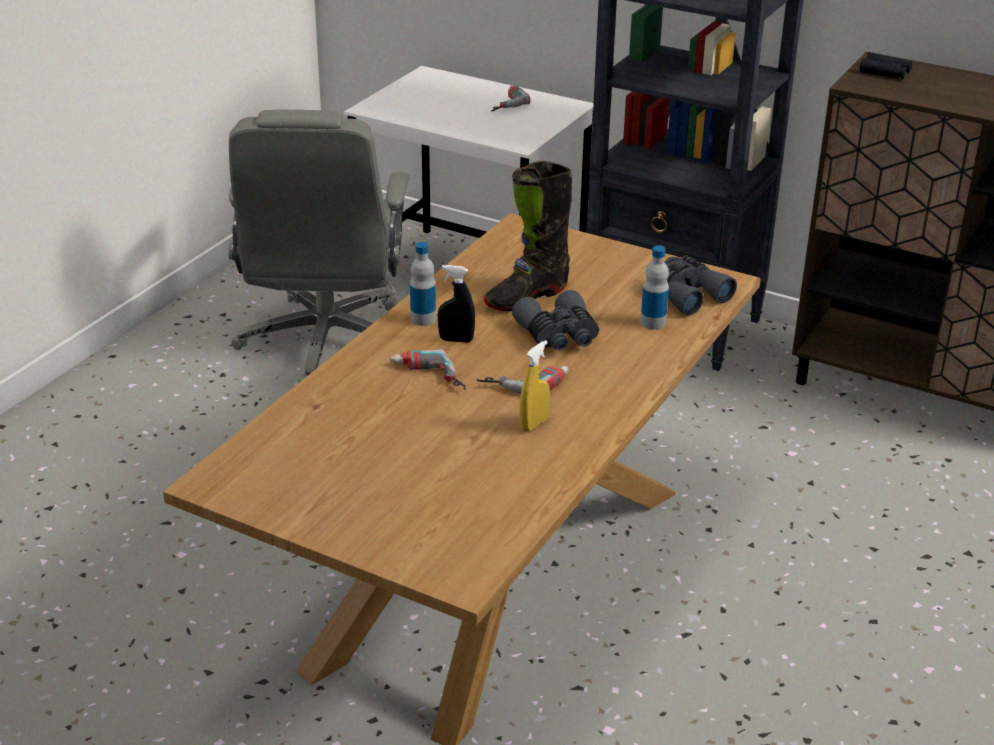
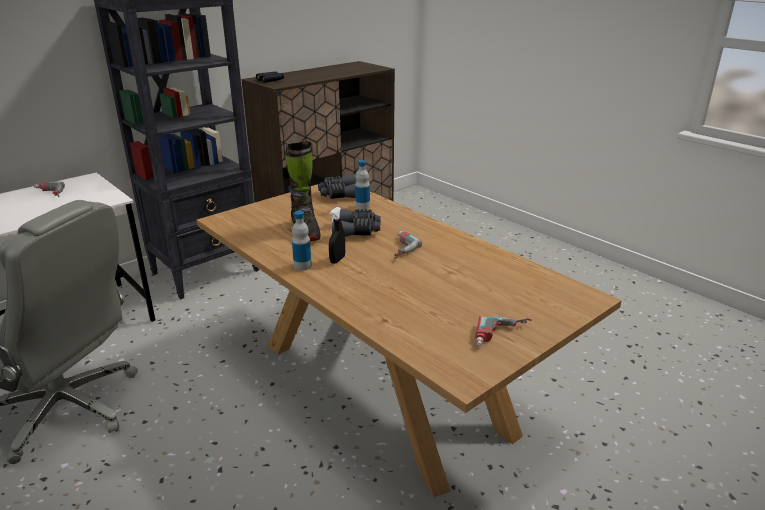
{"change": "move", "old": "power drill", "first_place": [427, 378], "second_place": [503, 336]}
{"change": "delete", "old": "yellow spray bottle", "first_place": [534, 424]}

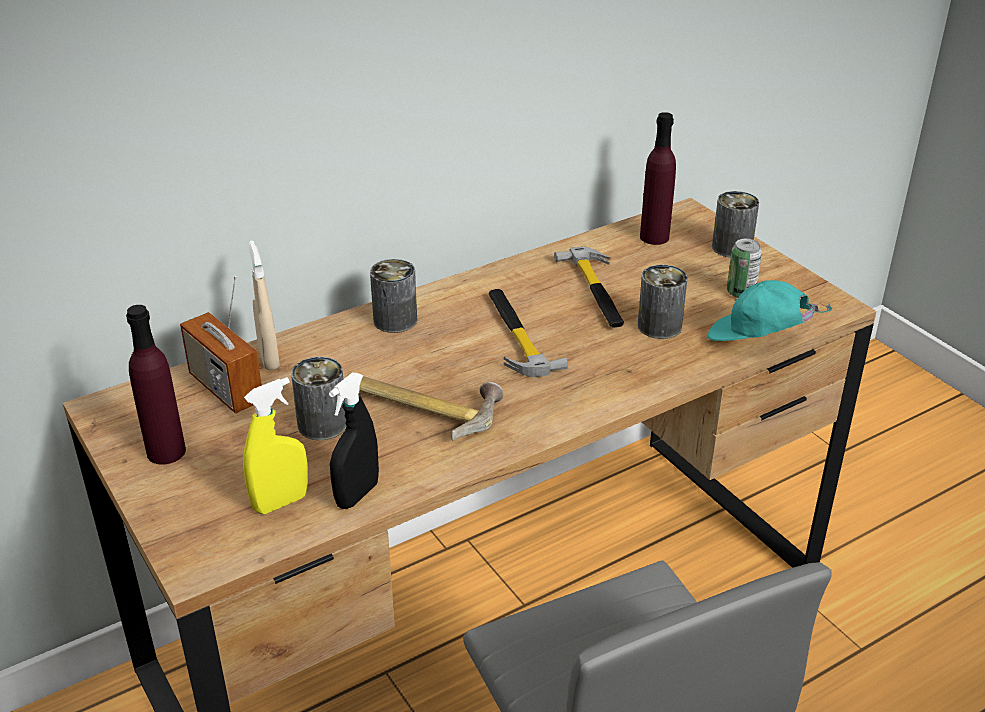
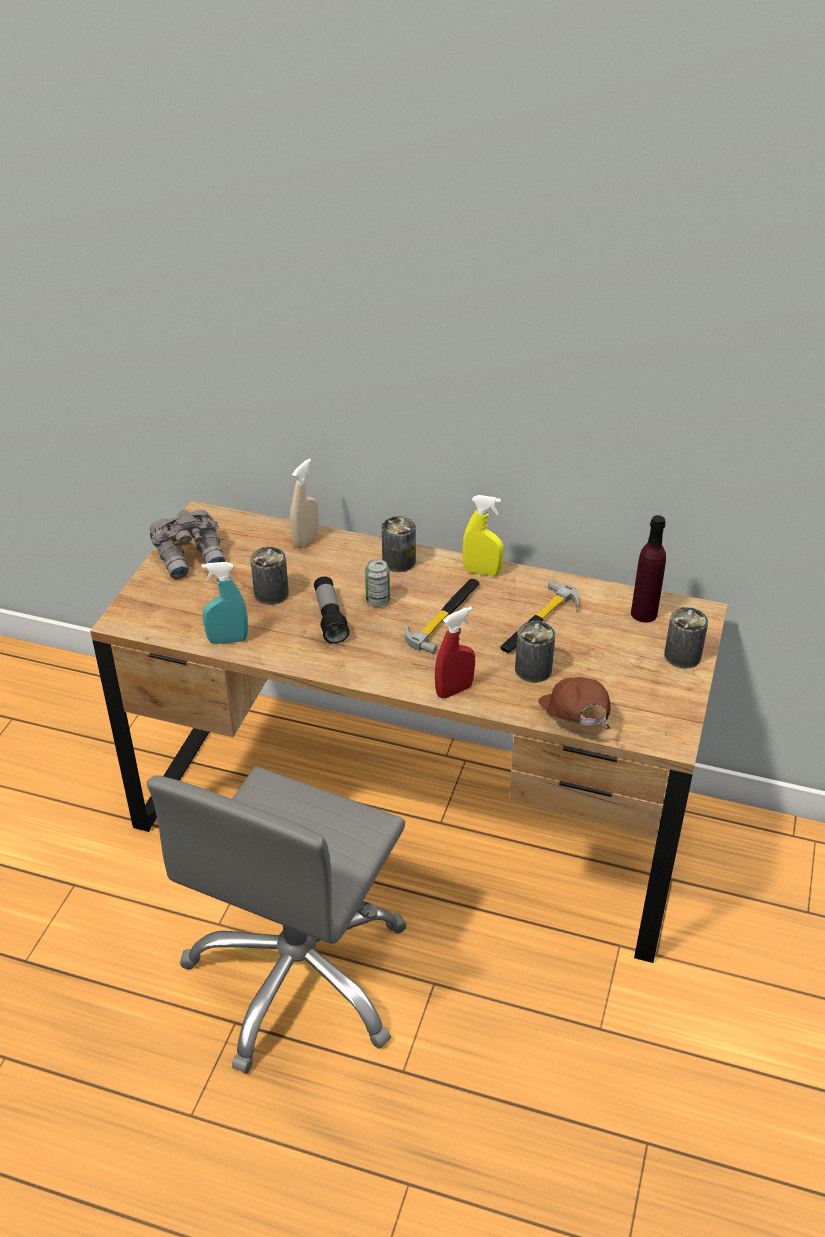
{"change": "replace", "old": "purple bottle", "new": "grey binoculars", "first_place": [166, 452], "second_place": [190, 557]}
{"change": "recolor", "old": "black spray bottle", "new": "turquoise spray bottle", "first_place": [357, 495], "second_place": [228, 640]}
{"change": "replace", "old": "hammer", "new": "flashlight", "first_place": [421, 405], "second_place": [330, 618]}
{"change": "move", "old": "can", "first_place": [740, 292], "second_place": [377, 601]}
{"change": "insert", "new": "red spray bottle", "second_place": [454, 690]}
{"change": "move", "old": "yellow spray bottle", "first_place": [281, 502], "second_place": [482, 572]}
{"change": "recolor", "old": "turquoise cap", "new": "brown cap", "first_place": [757, 341], "second_place": [574, 722]}
{"change": "delete", "old": "radio", "first_place": [226, 388]}

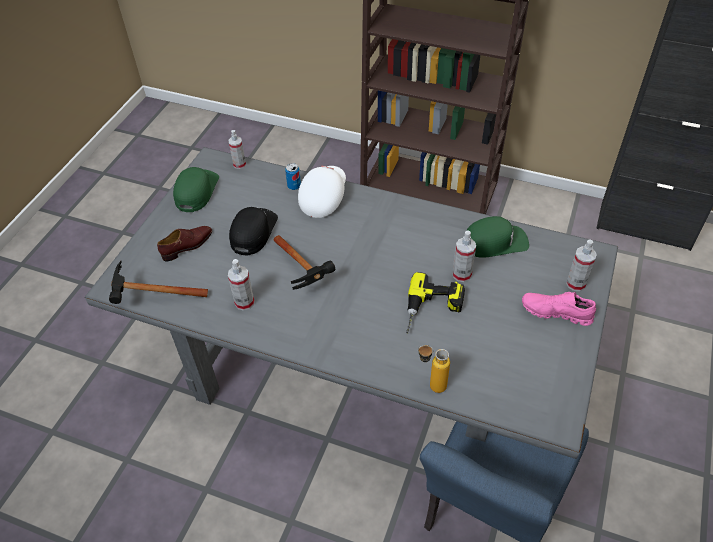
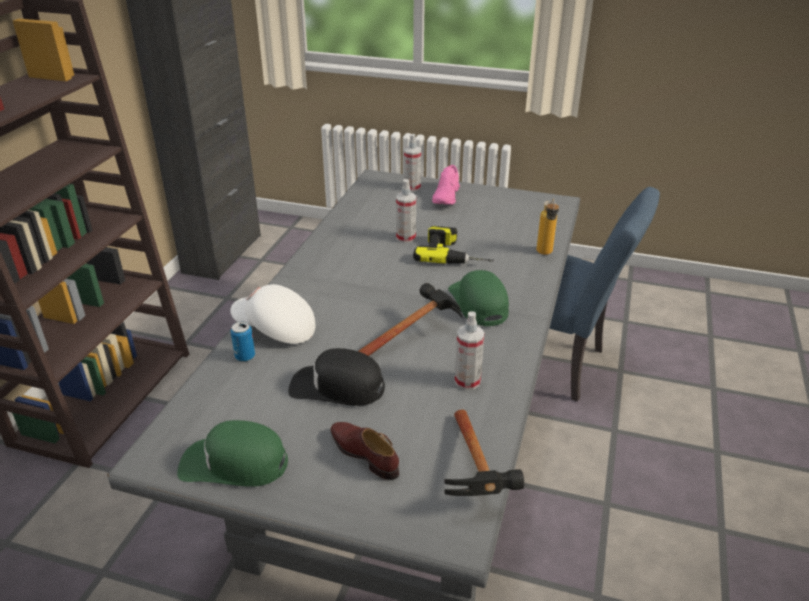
{"change": "move", "old": "green cap", "first_place": [495, 242], "second_place": [478, 303]}
{"change": "delete", "old": "spray bottle", "first_place": [239, 164]}

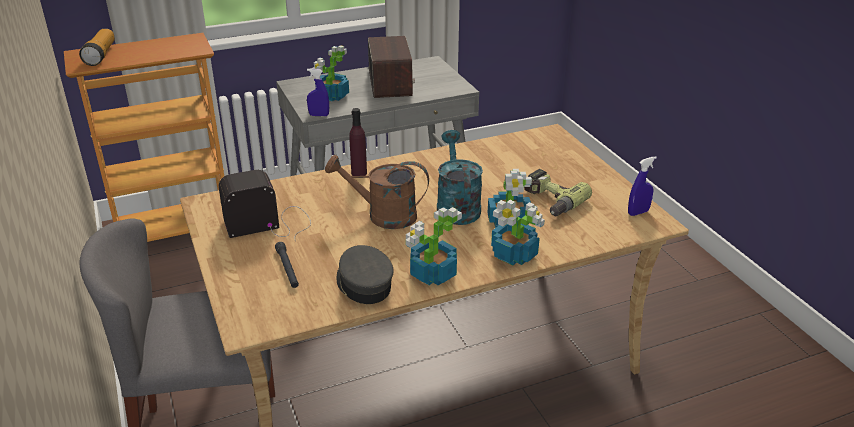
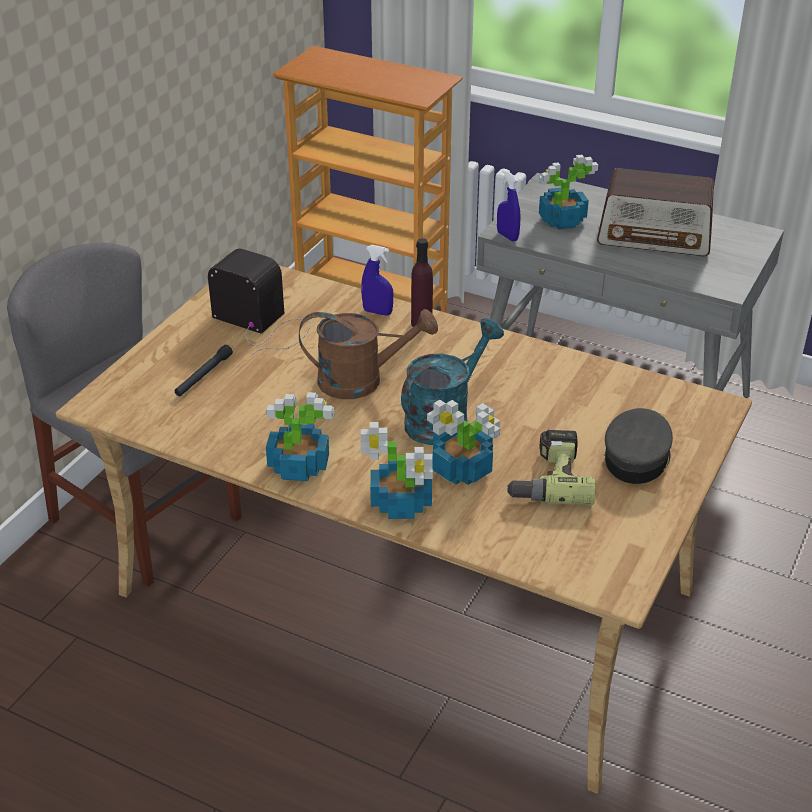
{"change": "rotate", "old": "brown watering can", "first_place": [383, 216], "second_place": [362, 381], "degrees": 120}
{"change": "move", "old": "blue spray bottle", "first_place": [638, 212], "second_place": [377, 312]}
{"change": "rotate", "old": "radio", "first_place": [390, 82], "second_place": [655, 236], "degrees": 60}
{"change": "move", "old": "grey cap", "first_place": [363, 284], "second_place": [637, 458]}
{"change": "delete", "old": "flashlight", "first_place": [101, 55]}

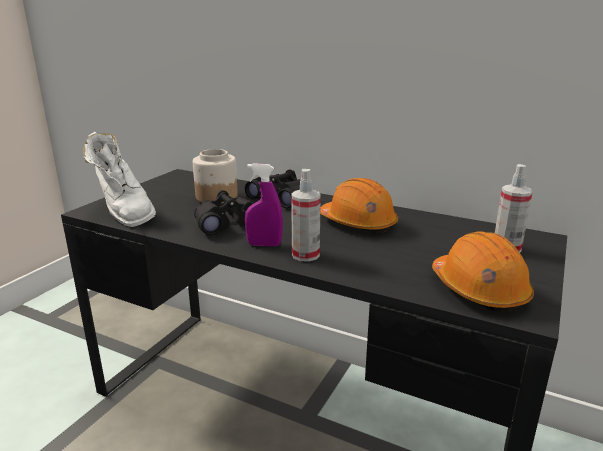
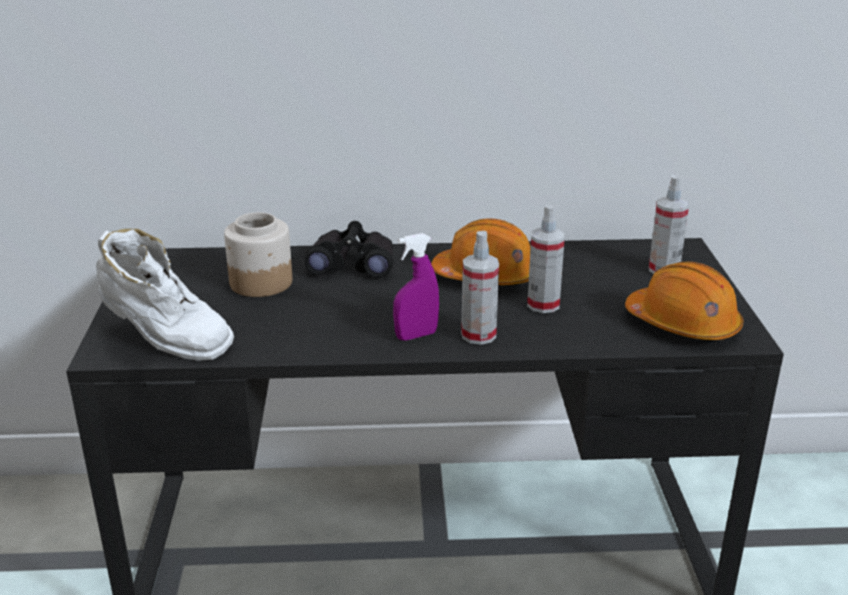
{"change": "insert", "new": "spray bottle", "second_place": [543, 305]}
{"change": "delete", "old": "black binoculars", "first_place": [228, 224]}

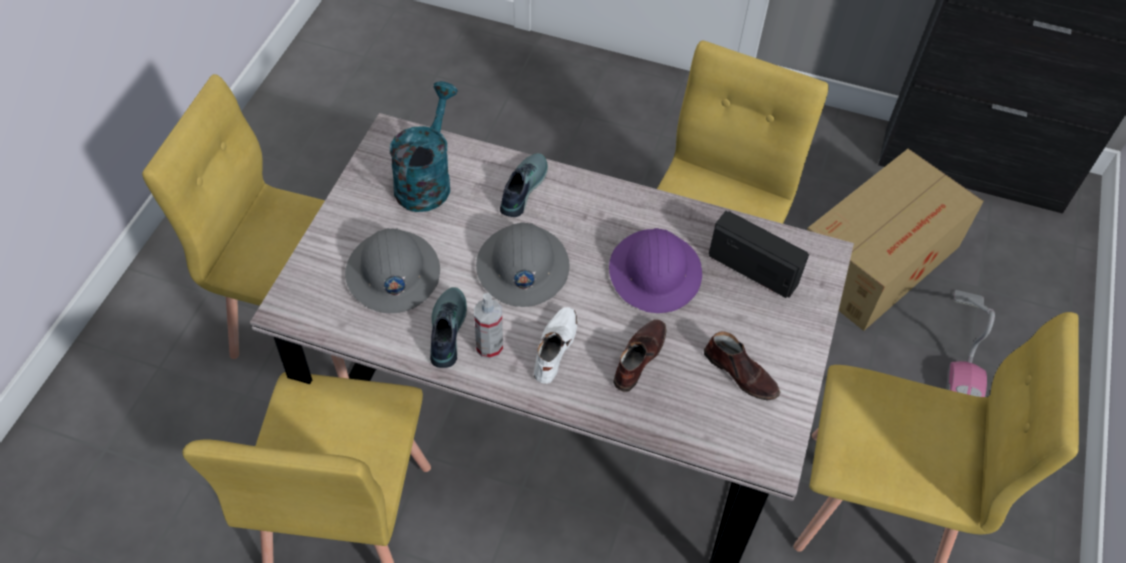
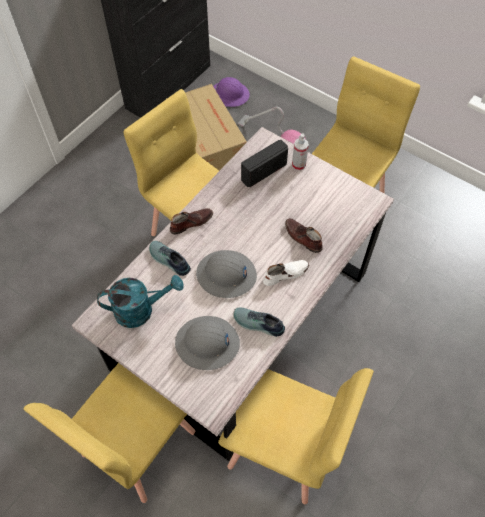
{"change": "rotate", "old": "turquoise watering can", "first_place": [426, 179], "second_place": [141, 309], "degrees": 135}
{"change": "move", "old": "brown shoe", "first_place": [741, 373], "second_place": [191, 222]}
{"change": "move", "old": "purple hard hat", "first_place": [655, 272], "second_place": [229, 94]}
{"change": "rotate", "old": "white shoe", "first_place": [554, 348], "second_place": [285, 274], "degrees": 120}
{"change": "move", "old": "spray bottle", "first_place": [489, 347], "second_place": [298, 165]}

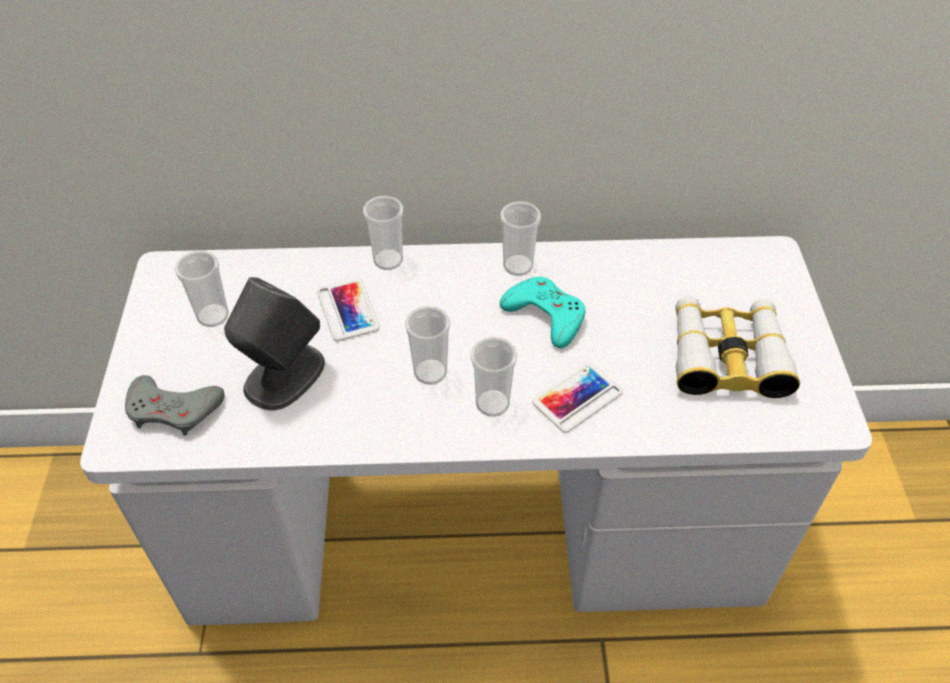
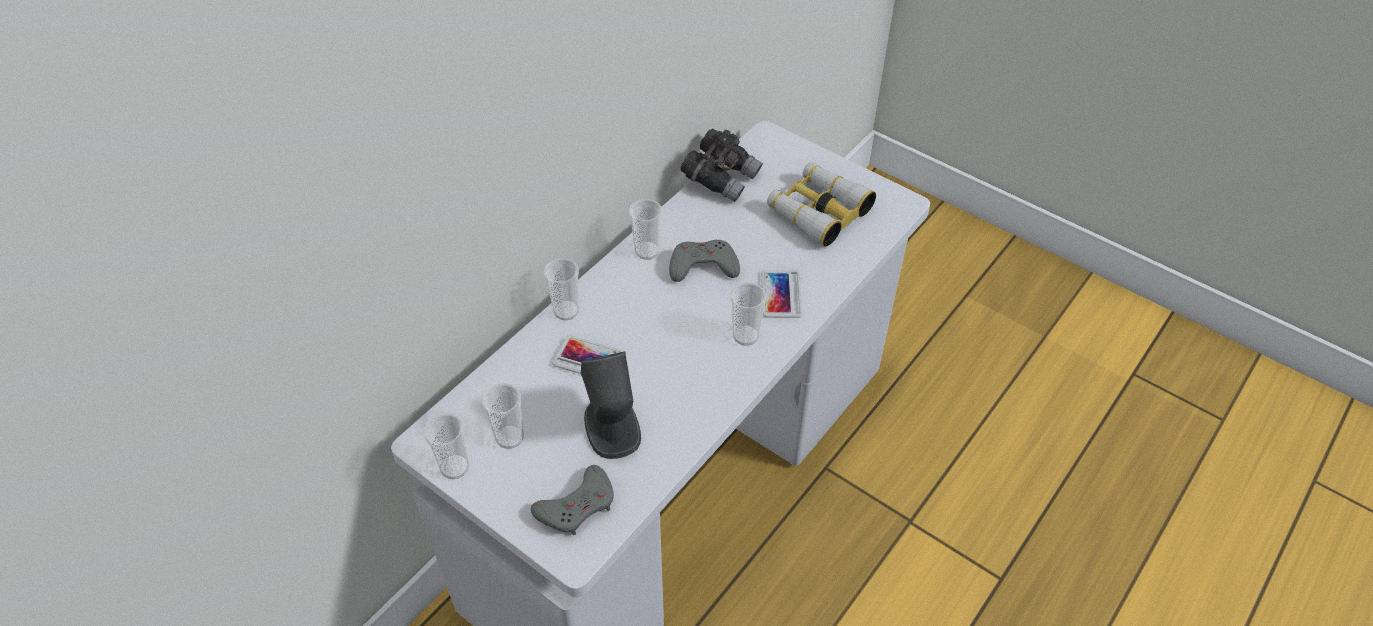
{"change": "move", "old": "cup", "first_place": [430, 372], "second_place": [454, 467]}
{"change": "recolor", "old": "turquoise game controller", "new": "grey game controller", "first_place": [545, 315], "second_place": [703, 266]}
{"change": "insert", "new": "grey binoculars", "second_place": [721, 178]}

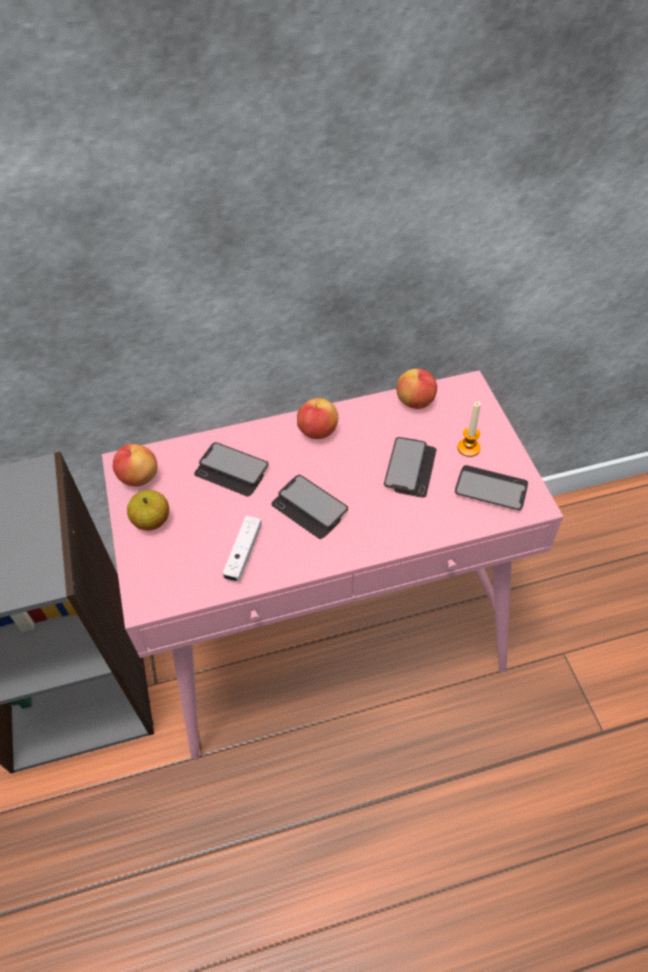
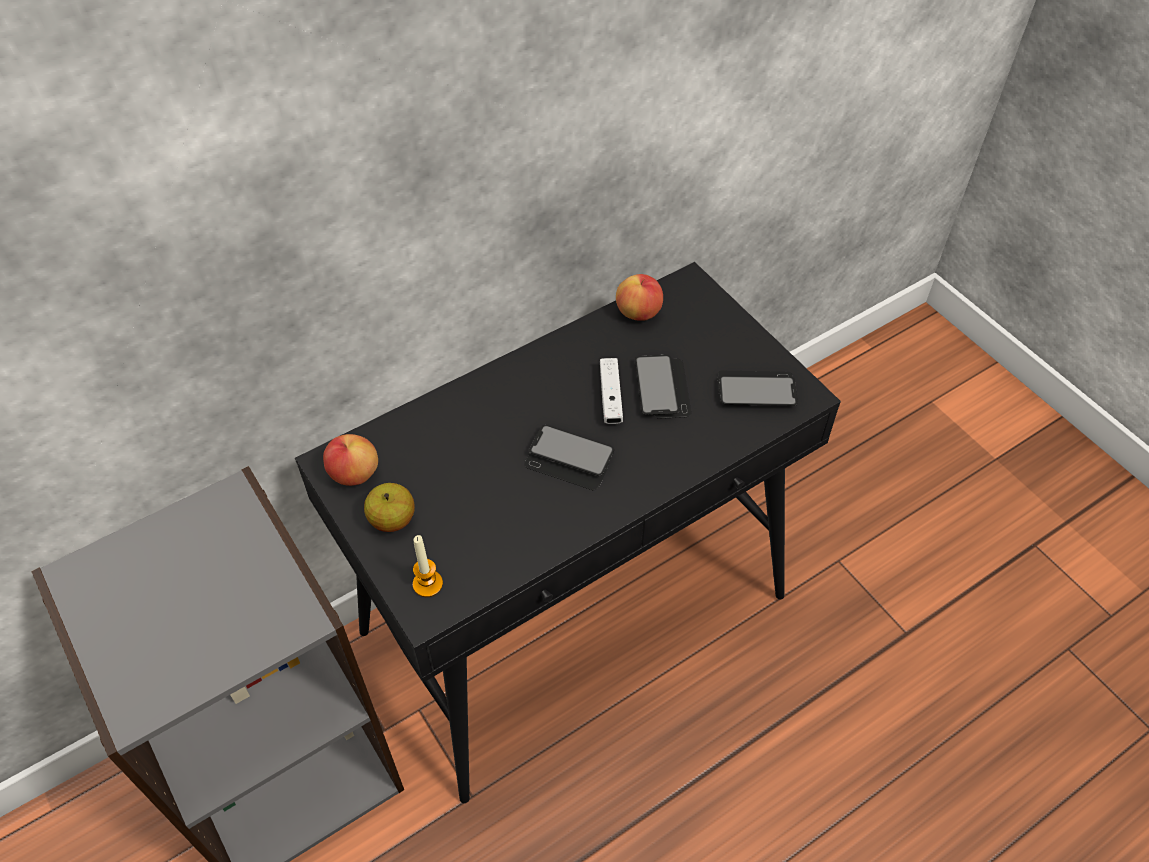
{"change": "recolor", "old": "pink console table", "new": "black console table", "first_place": [331, 634], "second_place": [575, 612]}
{"change": "move", "old": "candle", "first_place": [468, 448], "second_place": [427, 584]}
{"change": "move", "old": "white game controller", "first_place": [243, 553], "second_place": [610, 397]}
{"change": "delete", "old": "phone", "first_place": [231, 470]}
{"change": "delete", "old": "apple", "first_place": [318, 431]}

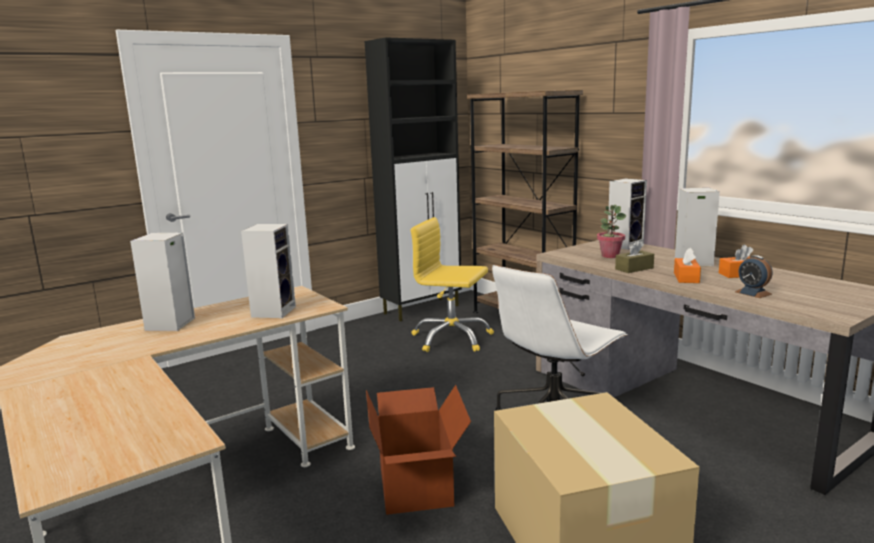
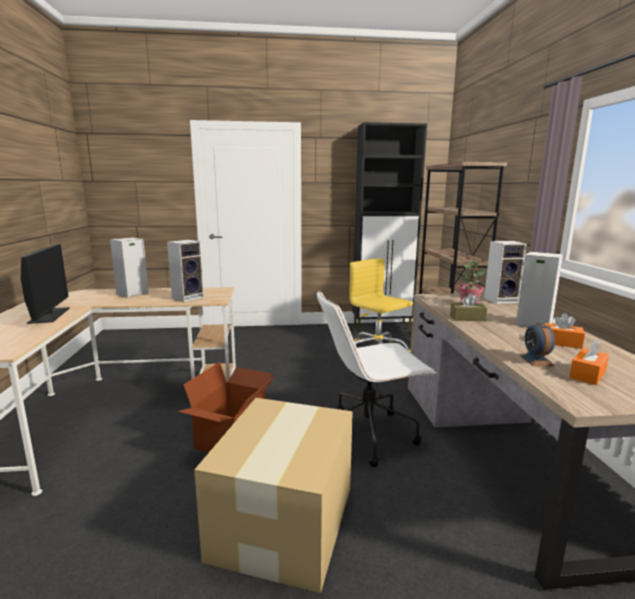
{"change": "insert", "new": "monitor", "second_place": [49, 315]}
{"change": "move", "old": "orange tissue box", "first_place": [686, 278], "second_place": [587, 374]}

